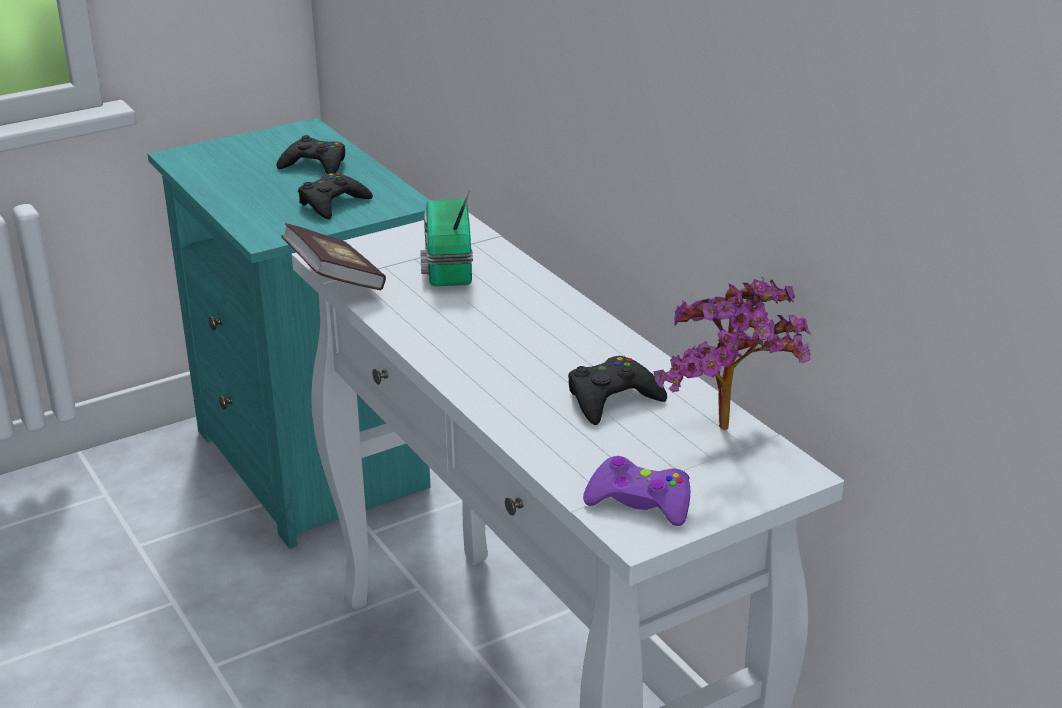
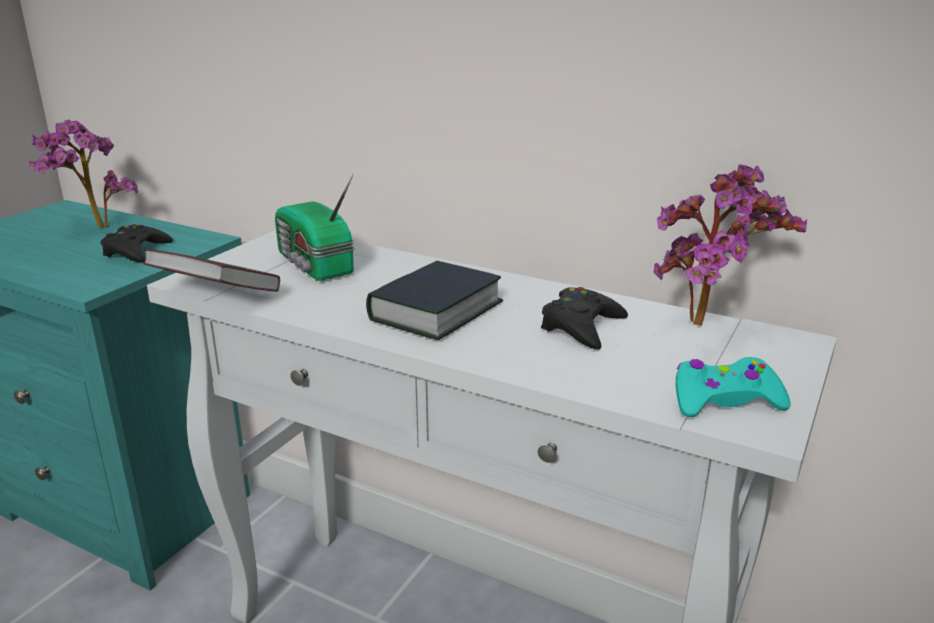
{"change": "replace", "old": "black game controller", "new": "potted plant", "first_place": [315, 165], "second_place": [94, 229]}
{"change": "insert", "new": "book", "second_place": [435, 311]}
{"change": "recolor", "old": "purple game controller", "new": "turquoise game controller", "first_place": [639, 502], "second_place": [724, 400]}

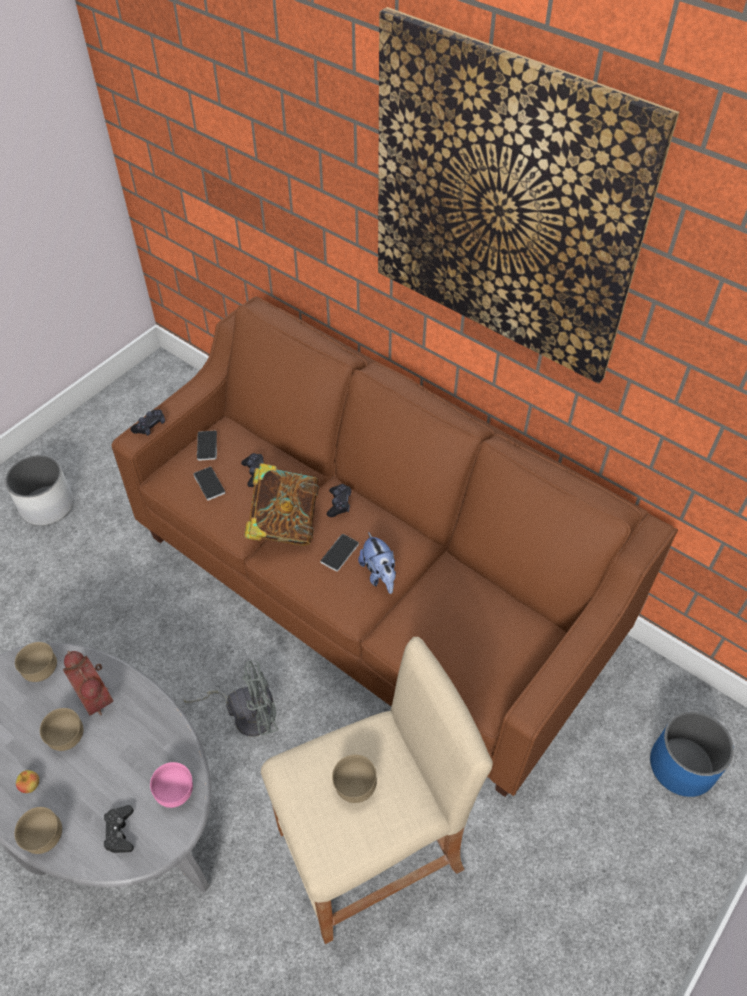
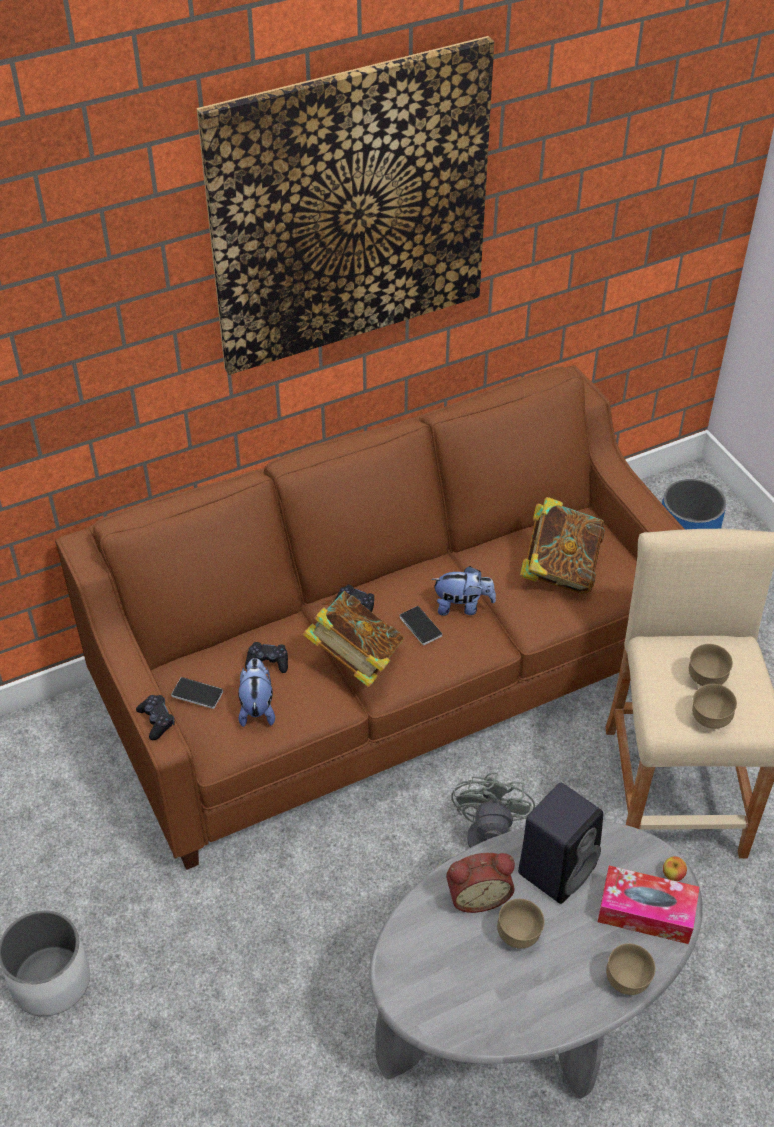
{"change": "replace", "old": "phone", "new": "plush toy", "first_place": [209, 484], "second_place": [257, 707]}
{"change": "insert", "new": "black speaker", "second_place": [557, 867]}
{"change": "insert", "new": "book", "second_place": [560, 570]}
{"change": "replace", "old": "black game controller", "new": "tissue box", "first_place": [120, 832], "second_place": [646, 912]}
{"change": "move", "old": "apple", "first_place": [30, 785], "second_place": [673, 875]}
{"change": "move", "old": "brown bowl", "first_place": [42, 671], "second_place": [709, 720]}
{"change": "delete", "old": "pink bowl", "first_place": [176, 793]}

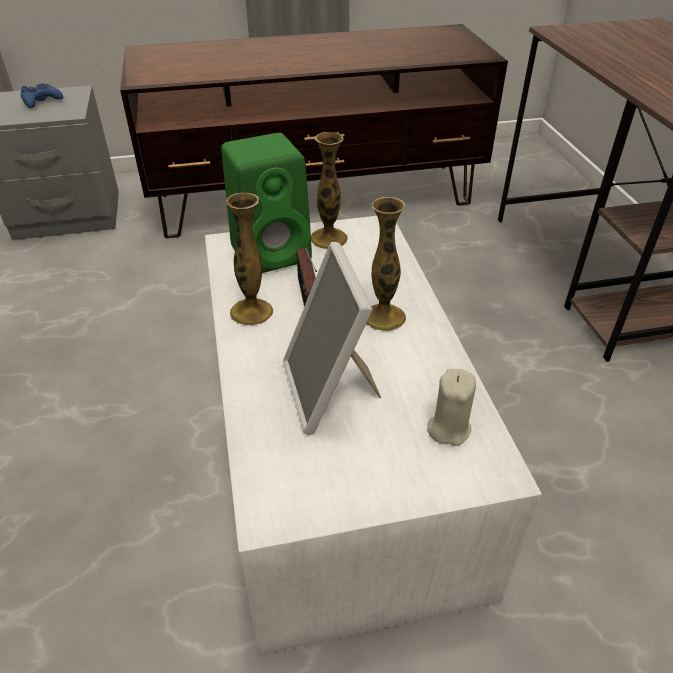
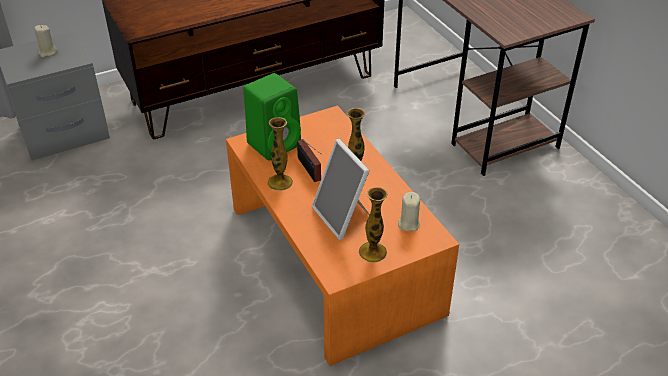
{"change": "replace", "old": "blue game controller", "new": "beige candle", "first_place": [41, 101], "second_place": [47, 52]}
{"change": "recolor", "old": "white coffee table", "new": "orange coffee table", "first_place": [338, 449], "second_place": [335, 258]}
{"change": "move", "old": "vase", "first_place": [328, 238], "second_place": [372, 252]}

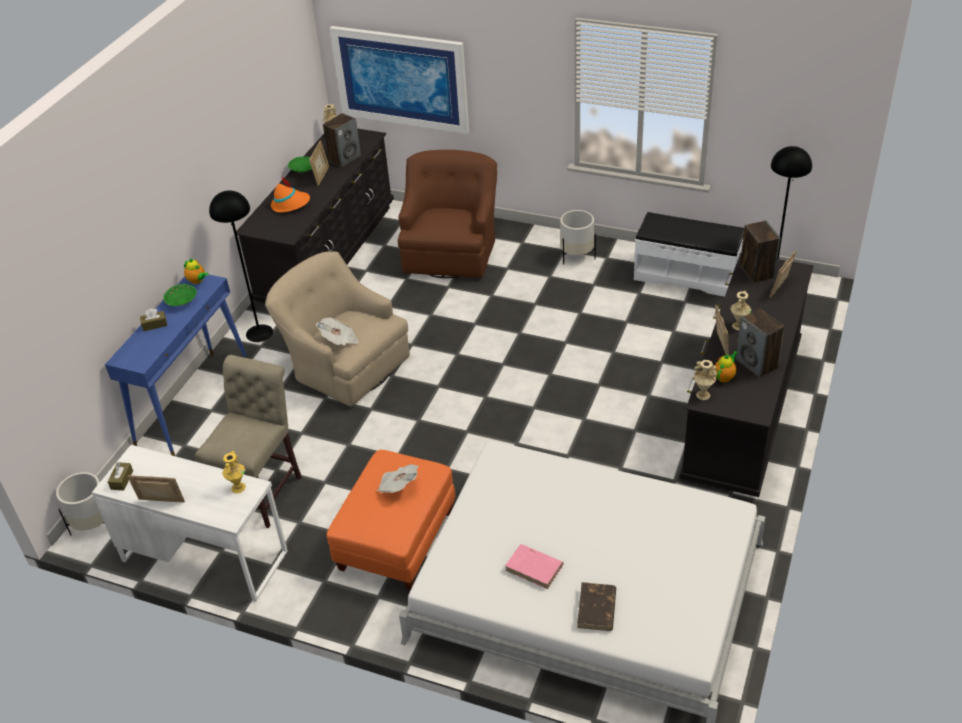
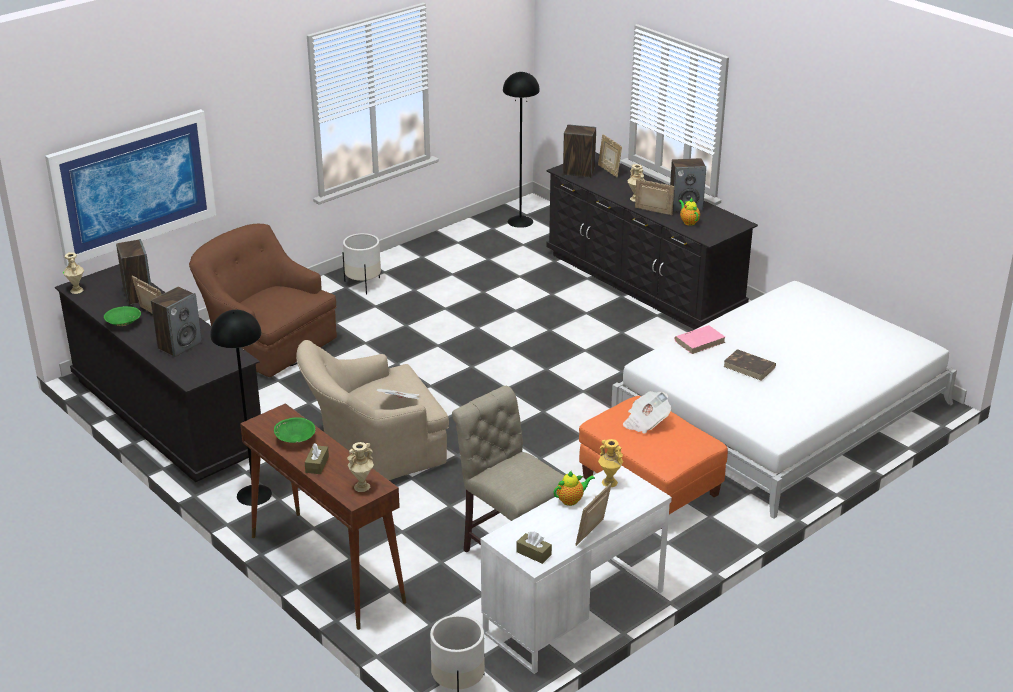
{"change": "replace", "old": "orange hat", "new": "speaker", "first_place": [290, 204], "second_place": [180, 345]}
{"change": "recolor", "old": "blue console table", "new": "brown console table", "first_place": [194, 403], "second_place": [326, 568]}
{"change": "move", "old": "beige vase", "first_place": [702, 395], "second_place": [362, 487]}
{"change": "move", "old": "teapot", "first_place": [197, 281], "second_place": [571, 500]}
{"change": "move", "old": "pink book", "first_place": [534, 568], "second_place": [700, 341]}
{"change": "move", "old": "brown book", "first_place": [596, 609], "second_place": [749, 367]}
{"change": "delete", "old": "white bench", "first_place": [687, 275]}

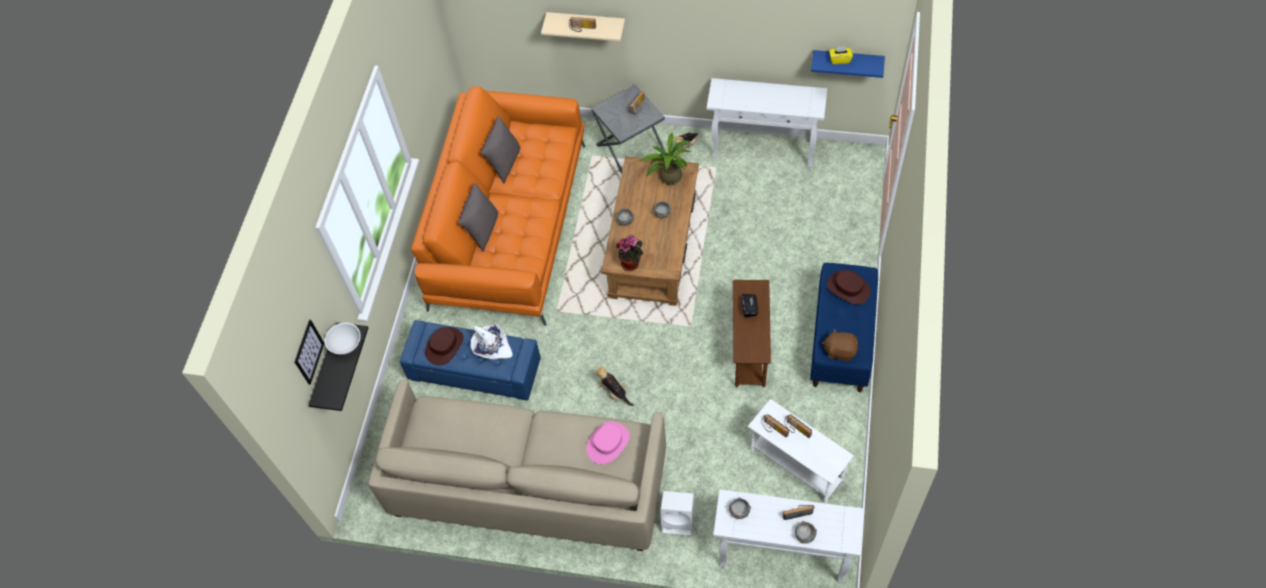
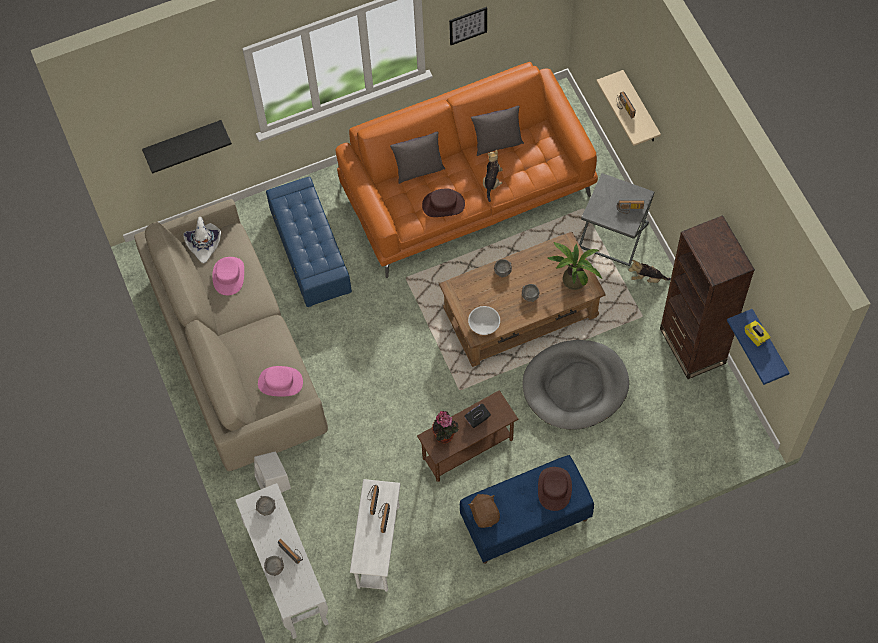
{"change": "move", "old": "white hat", "first_place": [491, 346], "second_place": [204, 242]}
{"change": "insert", "new": "pink hat", "second_place": [228, 276]}
{"change": "move", "old": "brown hat", "first_place": [444, 346], "second_place": [443, 204]}
{"change": "move", "old": "potted plant", "first_place": [631, 263], "second_place": [445, 436]}
{"change": "move", "old": "picture", "first_place": [308, 352], "second_place": [468, 25]}
{"change": "move", "old": "white bowl", "first_place": [346, 344], "second_place": [484, 325]}
{"change": "move", "old": "plush toy", "first_place": [614, 392], "second_place": [492, 182]}
{"change": "insert", "new": "grey dog bed", "second_place": [575, 386]}
{"change": "replace", "old": "white console table", "new": "brown bookcase", "first_place": [764, 150], "second_place": [692, 346]}

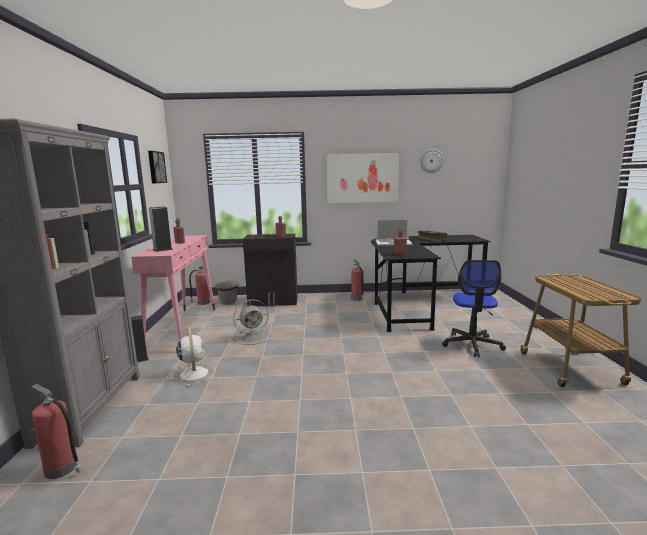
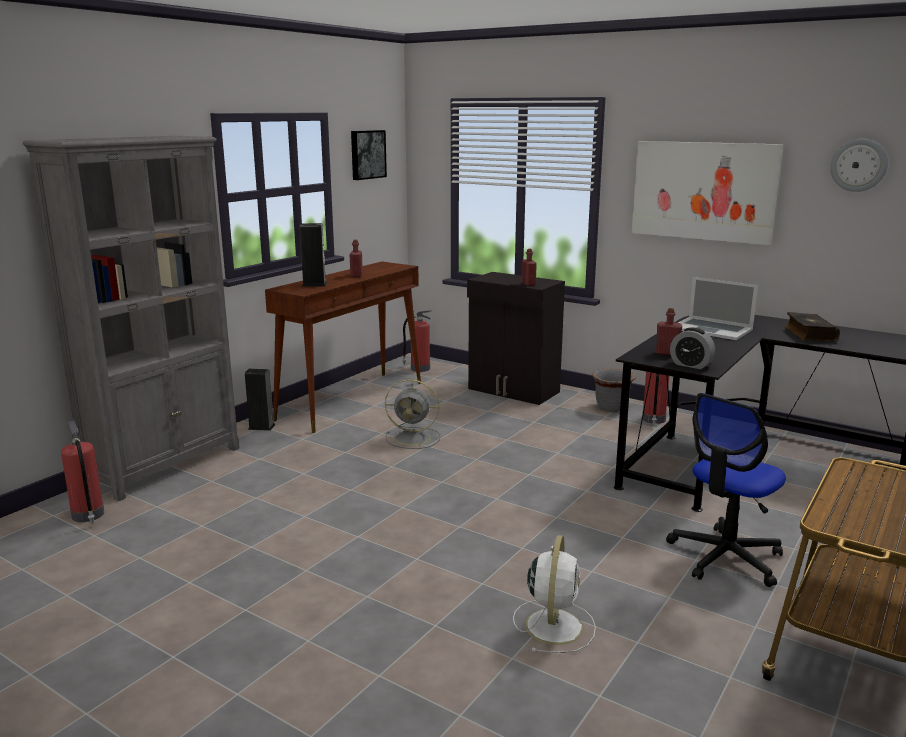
{"change": "recolor", "old": "pink console table", "new": "brown console table", "first_place": [184, 328], "second_place": [352, 400]}
{"change": "move", "old": "white fan", "first_place": [194, 373], "second_place": [554, 625]}
{"change": "move", "old": "grey planter", "first_place": [228, 302], "second_place": [611, 407]}
{"change": "insert", "new": "alarm clock", "second_place": [690, 365]}

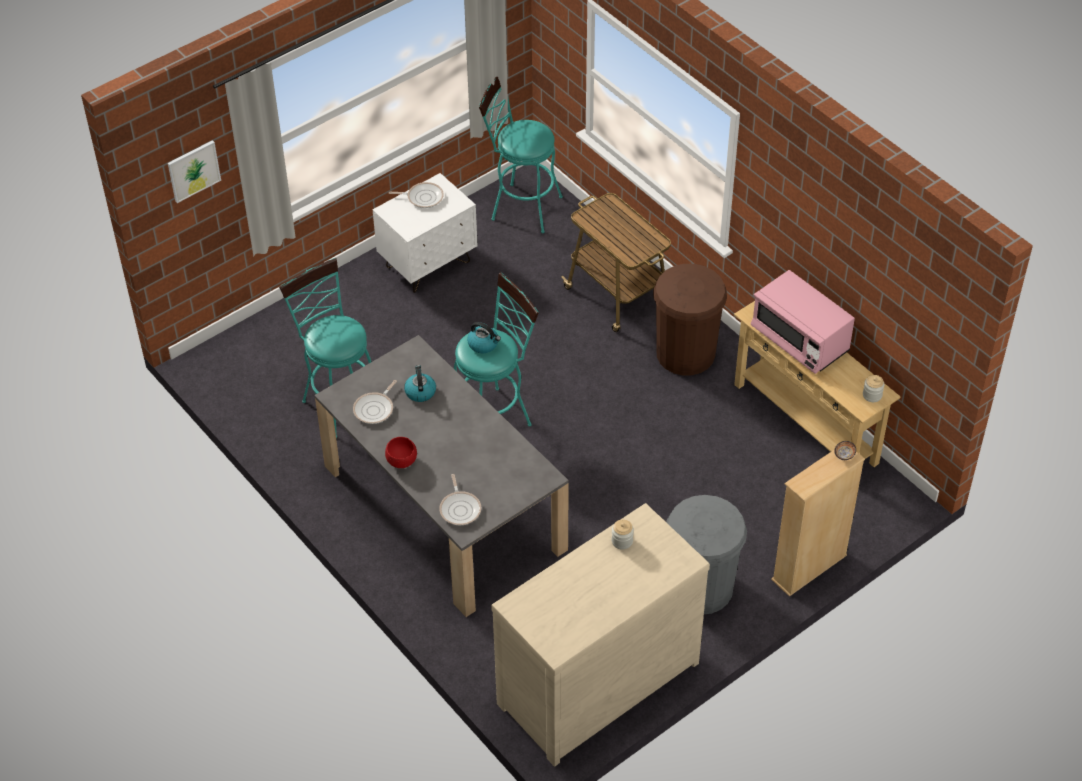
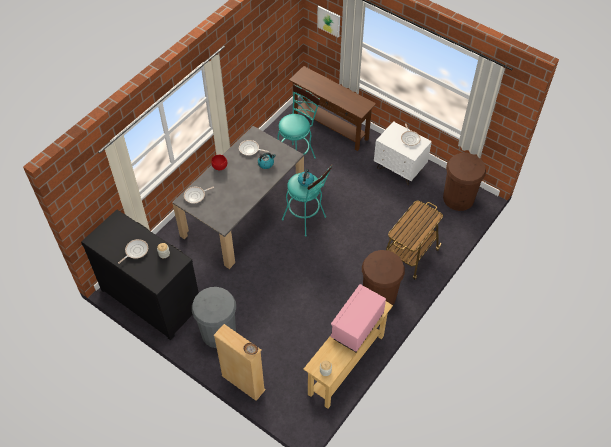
{"change": "recolor", "old": "beige dresser", "new": "black dresser", "first_place": [595, 681], "second_place": [152, 297]}
{"change": "insert", "new": "frying pan", "second_place": [135, 251]}
{"change": "insert", "new": "brown console table", "second_place": [330, 127]}
{"change": "replace", "old": "turquoise stool", "new": "brown trash can", "first_place": [520, 206], "second_place": [458, 198]}

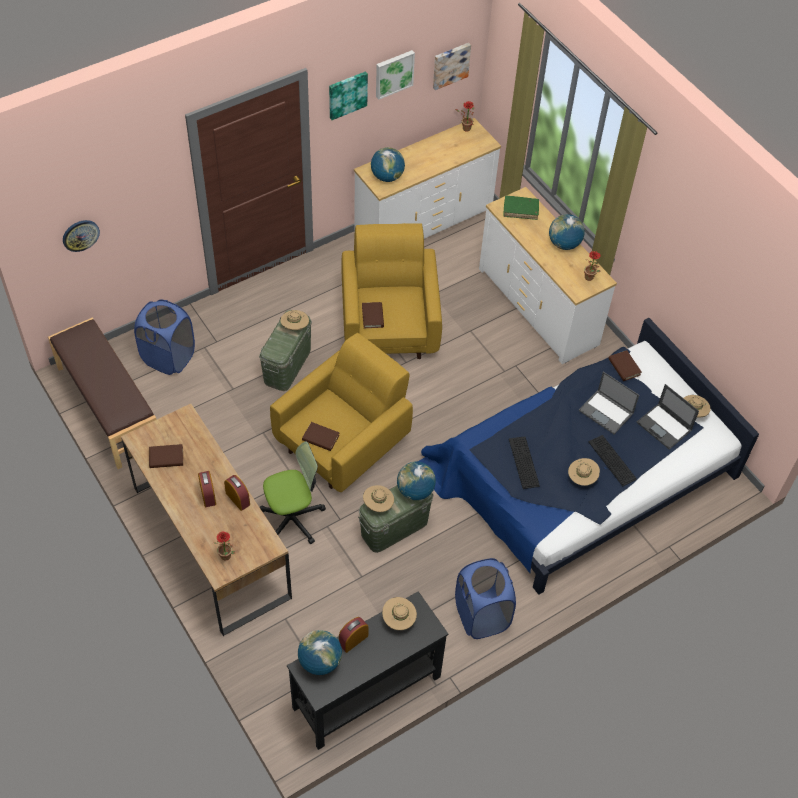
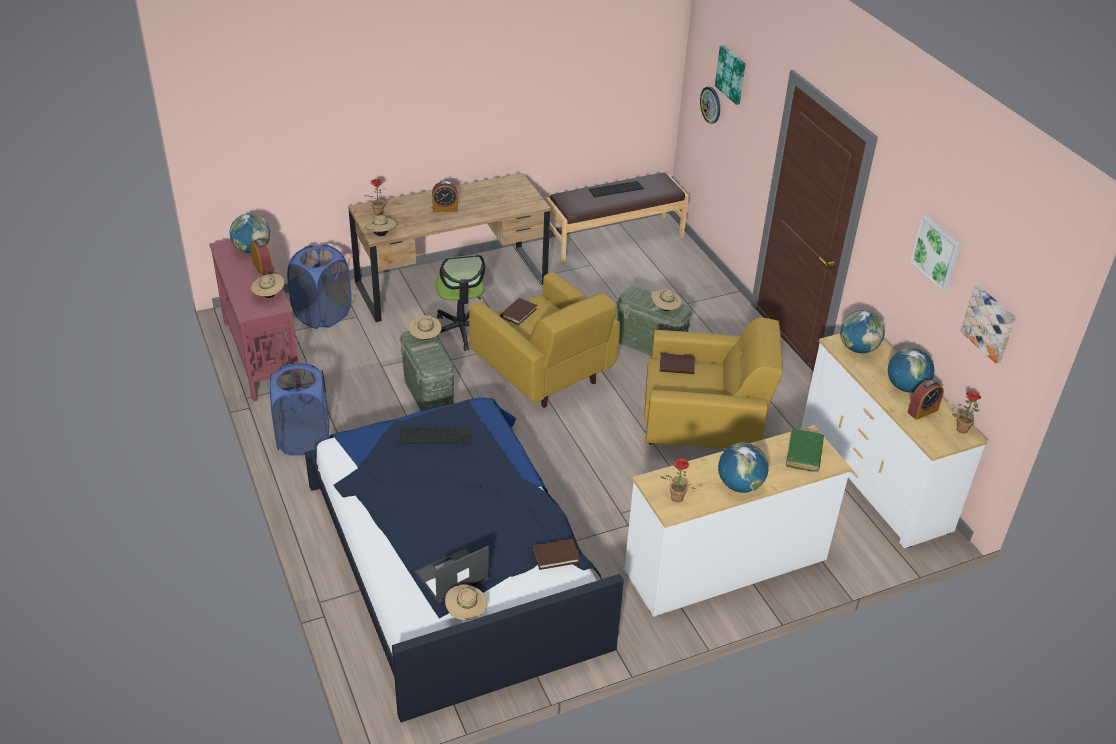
{"change": "recolor", "old": "black console table", "new": "red console table", "first_place": [366, 692], "second_place": [262, 354]}
{"change": "move", "old": "blue laundry basket", "first_place": [169, 357], "second_place": [322, 315]}
{"change": "move", "old": "beige hat", "first_place": [581, 478], "second_place": [381, 234]}
{"change": "move", "old": "keyboard", "first_place": [612, 460], "second_place": [616, 189]}
{"change": "move", "old": "picture", "first_place": [347, 94], "second_place": [731, 74]}
{"change": "move", "old": "globe", "first_place": [415, 491], "second_place": [905, 387]}
{"change": "move", "old": "alarm clock", "first_place": [238, 498], "second_place": [922, 411]}
{"change": "delete", "old": "brown book", "first_place": [166, 457]}
{"change": "delete", "old": "laptop", "first_place": [606, 412]}

